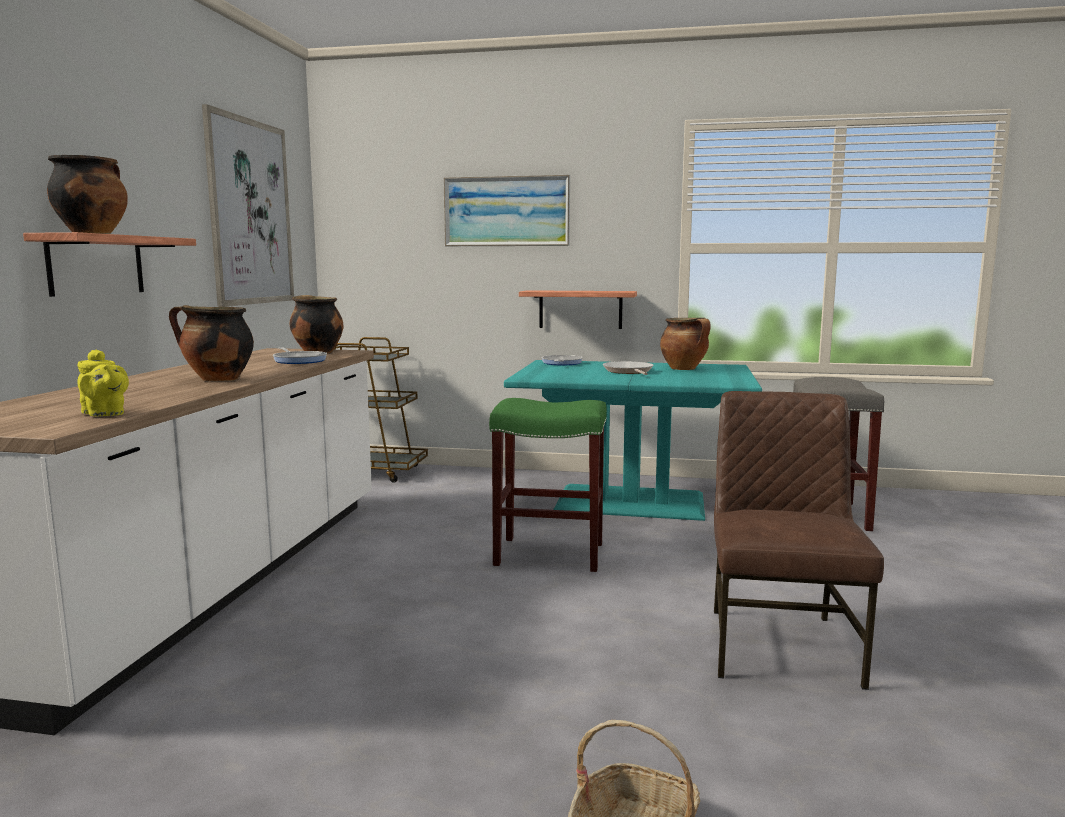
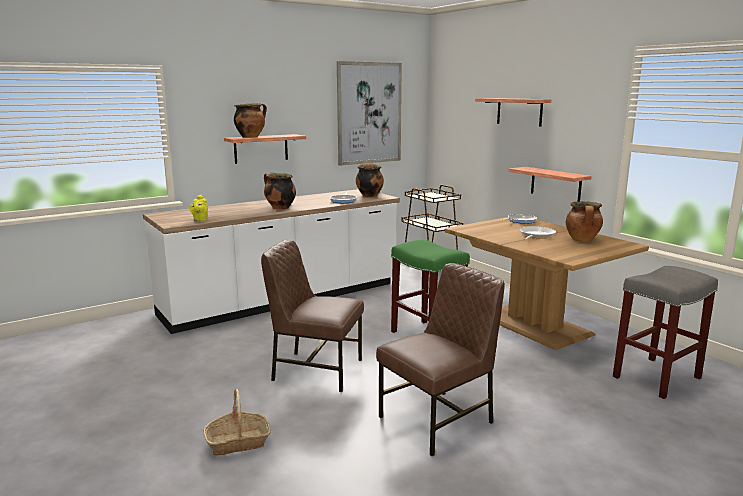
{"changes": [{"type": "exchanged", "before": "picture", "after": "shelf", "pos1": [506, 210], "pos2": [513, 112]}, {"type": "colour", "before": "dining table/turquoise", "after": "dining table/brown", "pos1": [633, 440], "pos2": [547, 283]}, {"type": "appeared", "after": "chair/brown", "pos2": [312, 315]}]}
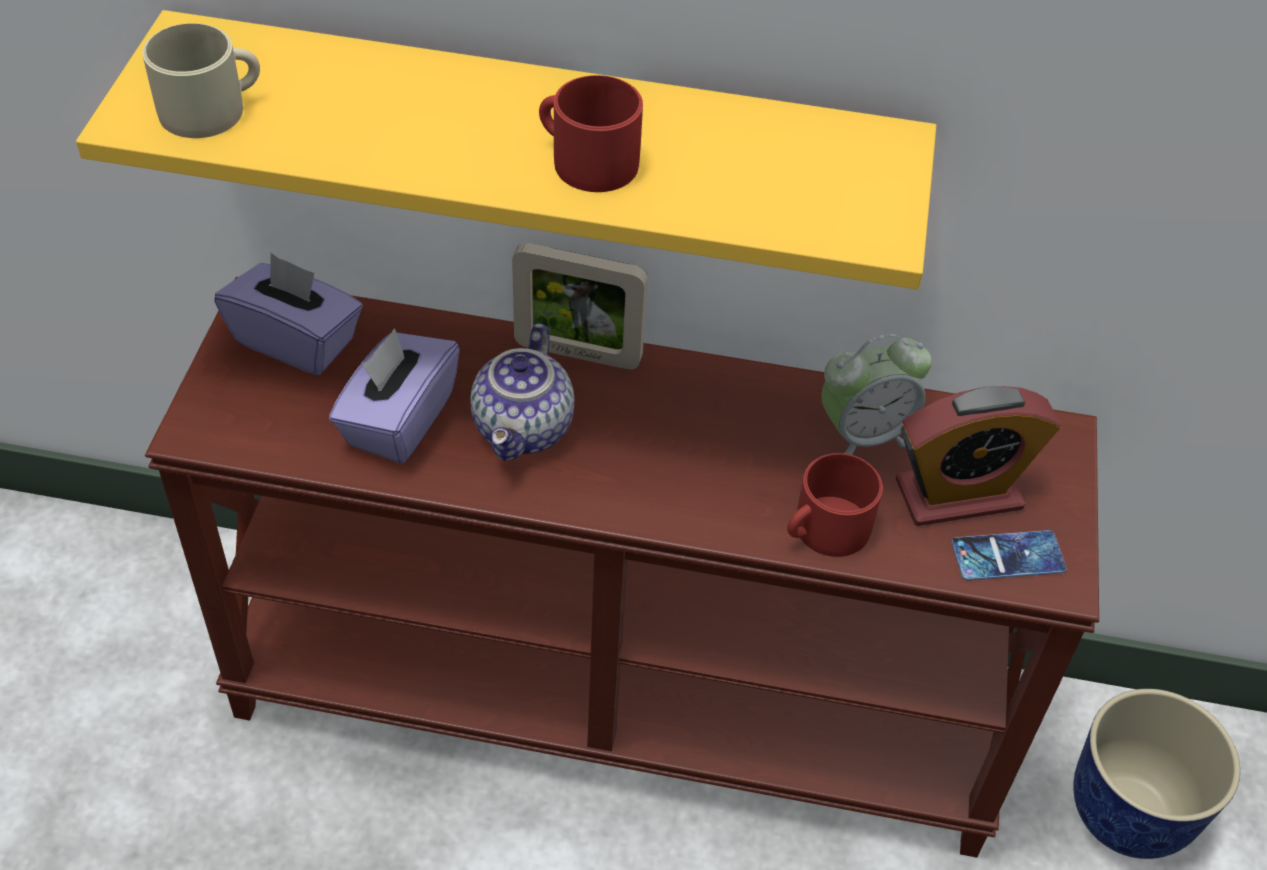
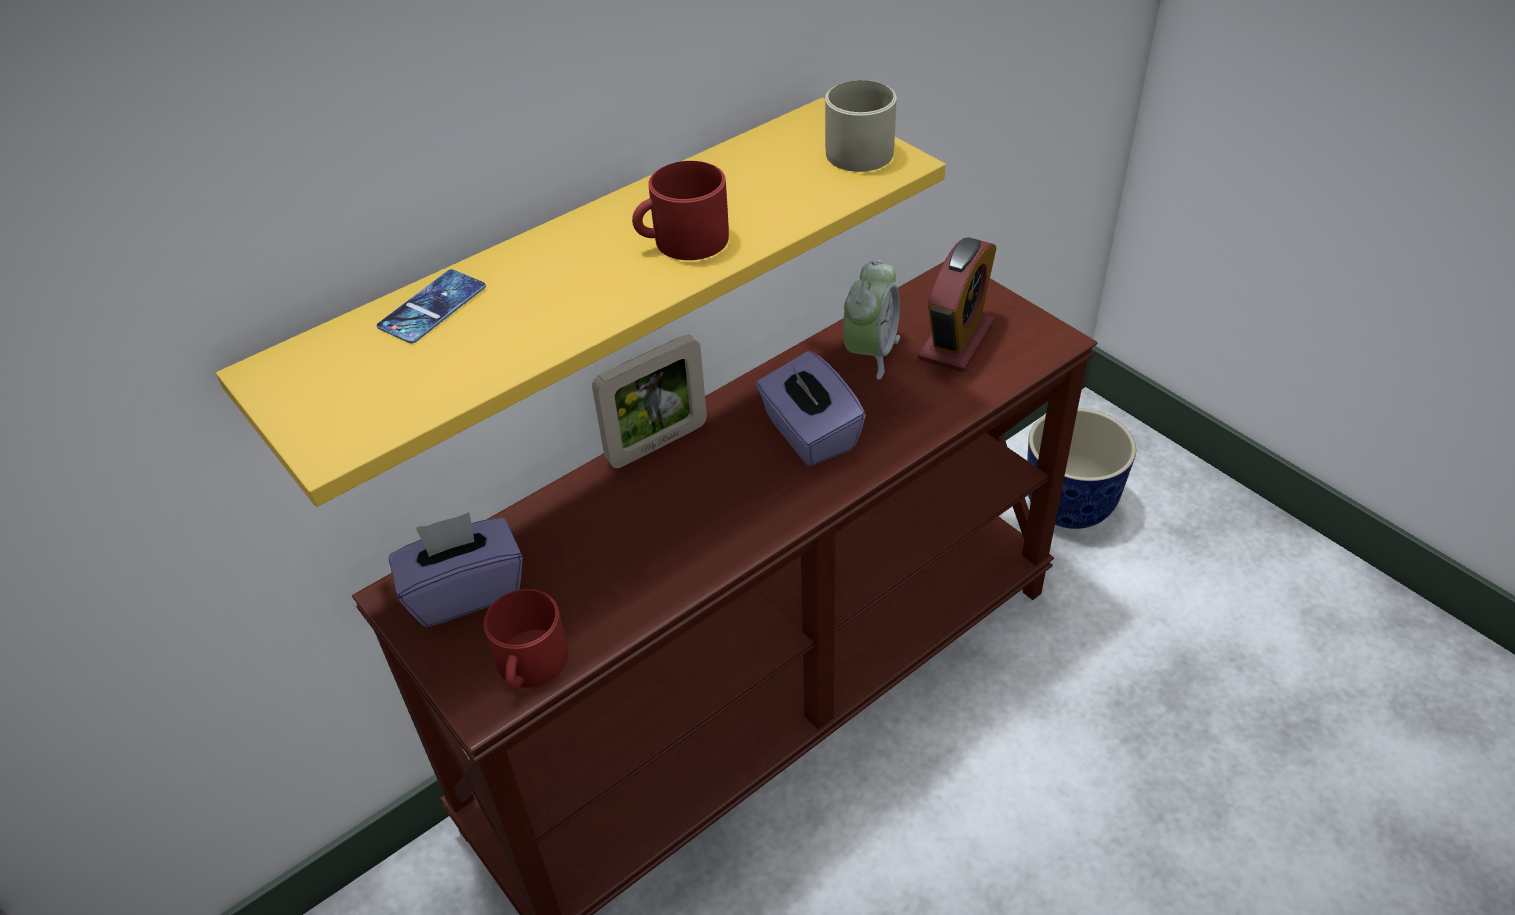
{"changes": [{"type": "relocated", "before": "mug/beige", "pos1": [201, 80], "pos2": [861, 126]}, {"type": "missing", "before": "teapot", "pos1": [522, 392]}, {"type": "relocated", "before": "tissue box/purple", "pos1": [394, 396], "pos2": [811, 408]}, {"type": "relocated", "before": "mug/red", "pos1": [835, 505], "pos2": [526, 639]}, {"type": "relocated", "before": "phone", "pos1": [1009, 555], "pos2": [431, 306]}]}
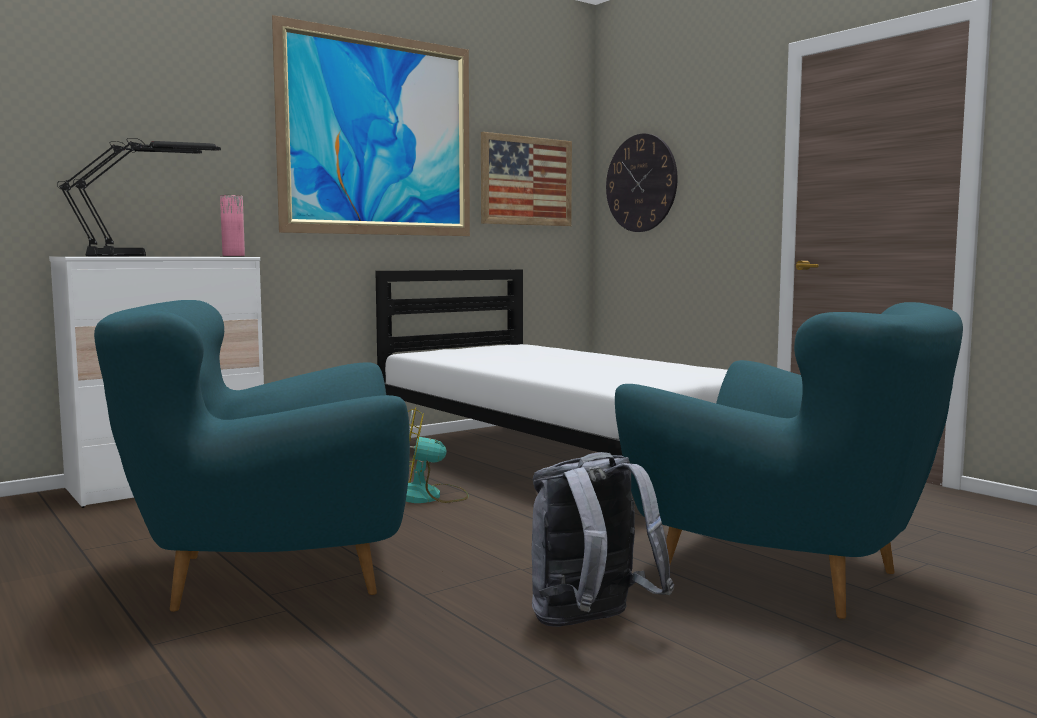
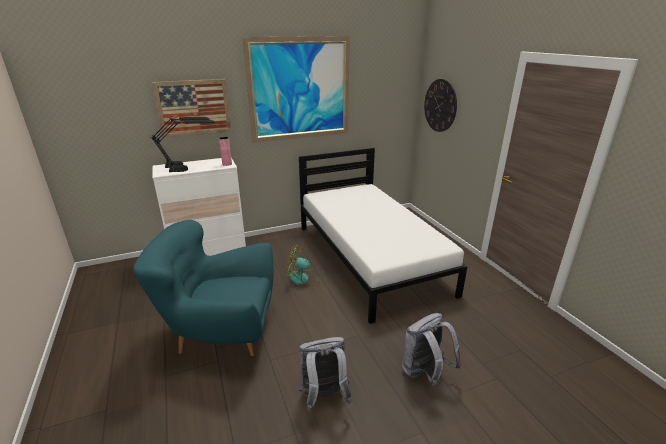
{"changes": [{"type": "relocated", "before": "picture", "pos1": [526, 179], "pos2": [192, 108]}, {"type": "exchanged", "before": "armchair/turquoise", "after": "backpack/grey", "pos1": [789, 460], "pos2": [431, 349]}]}
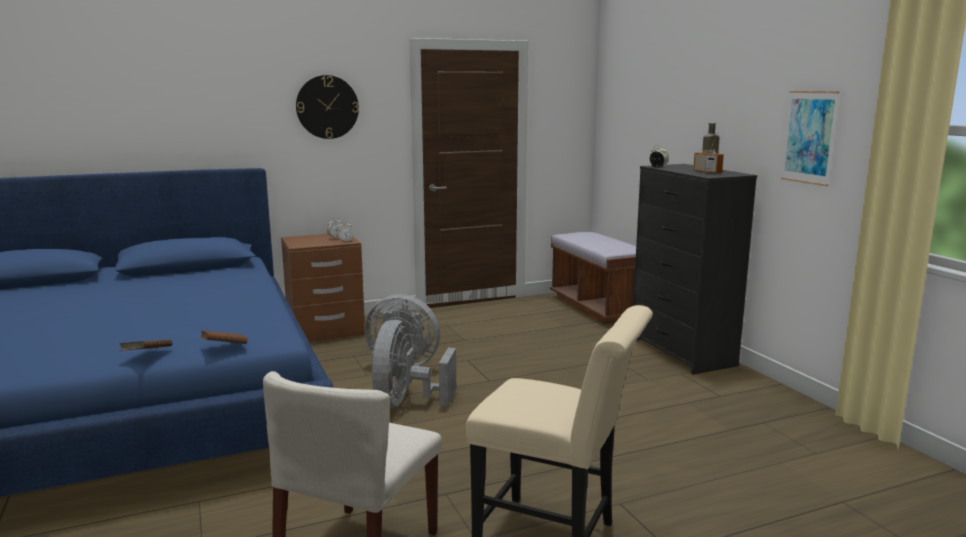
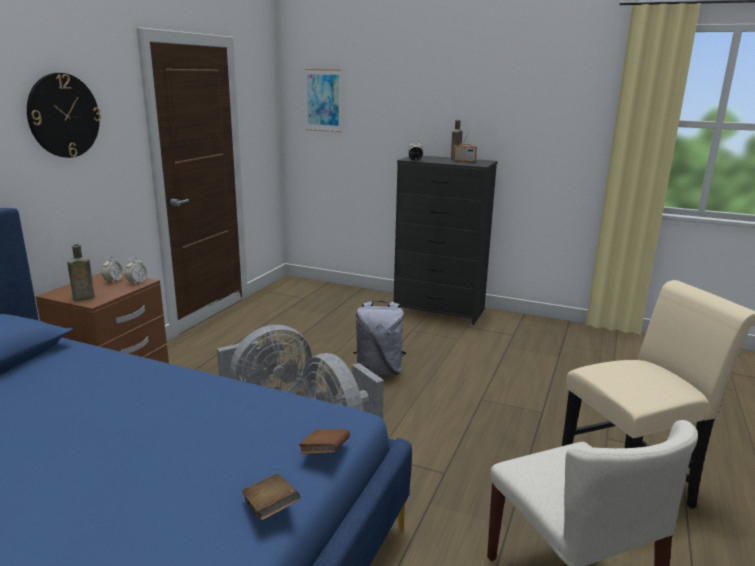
{"changes": [{"type": "relocated", "before": "picture", "pos1": [810, 138], "pos2": [323, 100]}, {"type": "missing", "before": "bench/brown", "pos1": [593, 278]}, {"type": "appeared", "after": "bottle/brown", "pos2": [81, 272]}, {"type": "appeared", "after": "backpack/grey", "pos2": [380, 338]}]}
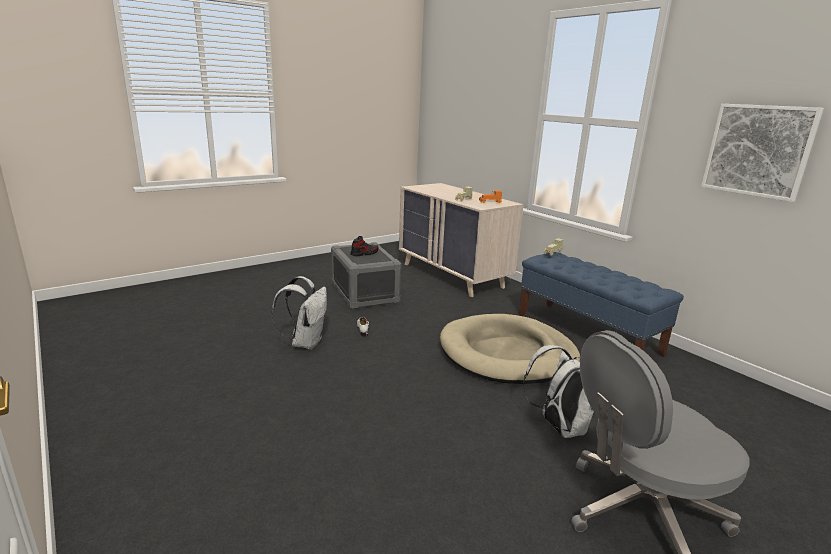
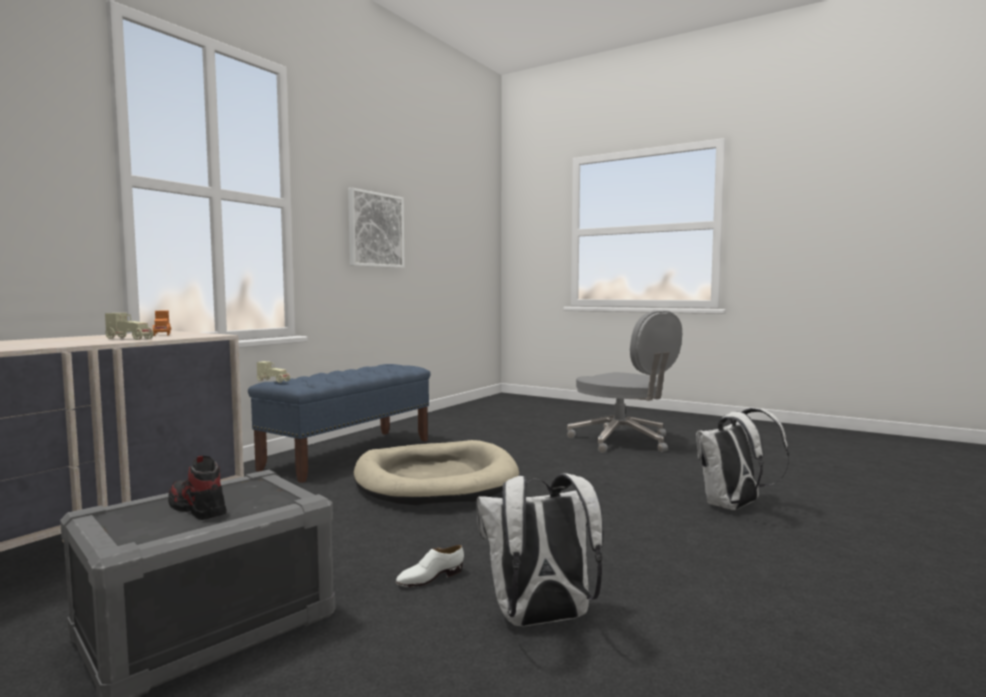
{"changes": [{"type": "relocated", "before": "backpack/white", "pos1": [558, 391], "pos2": [742, 459]}]}
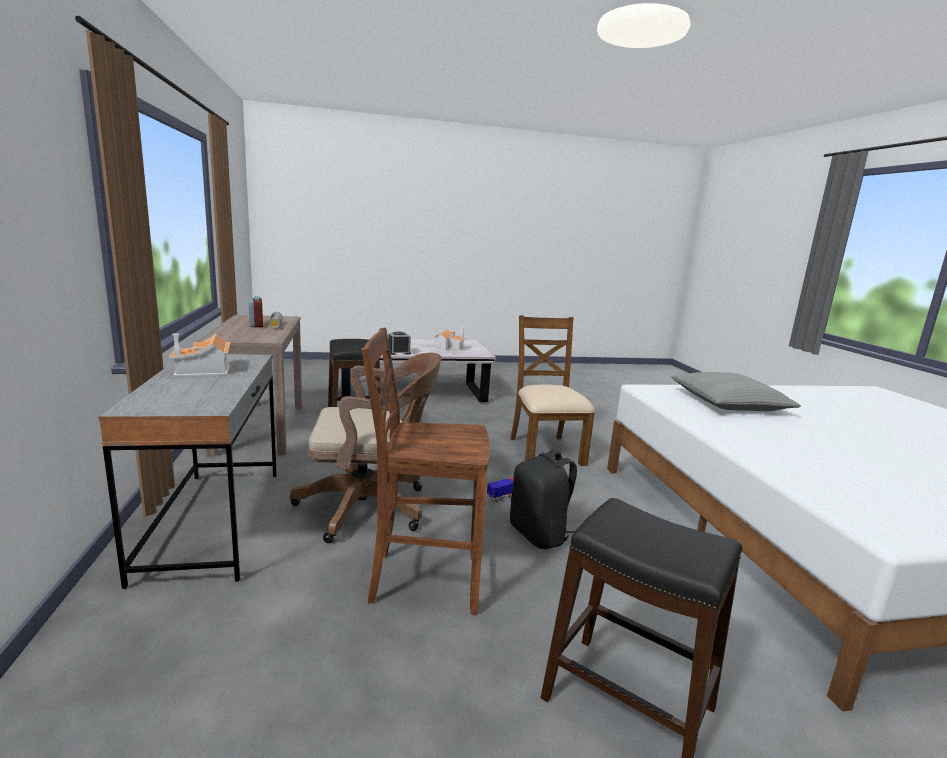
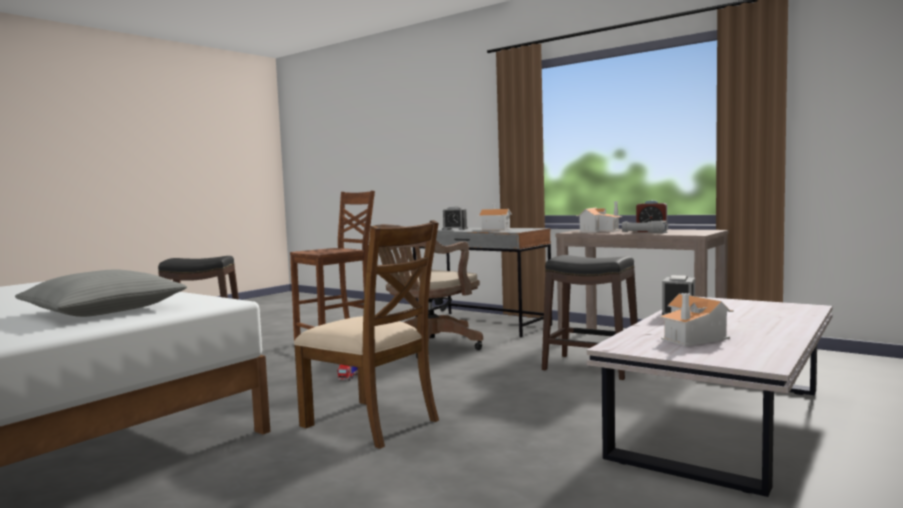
{"changes": [{"type": "missing", "before": "backpack/black", "pos1": [543, 499]}, {"type": "appeared", "after": "toy house", "pos2": [599, 216]}, {"type": "appeared", "after": "alarm clock", "pos2": [455, 218]}]}
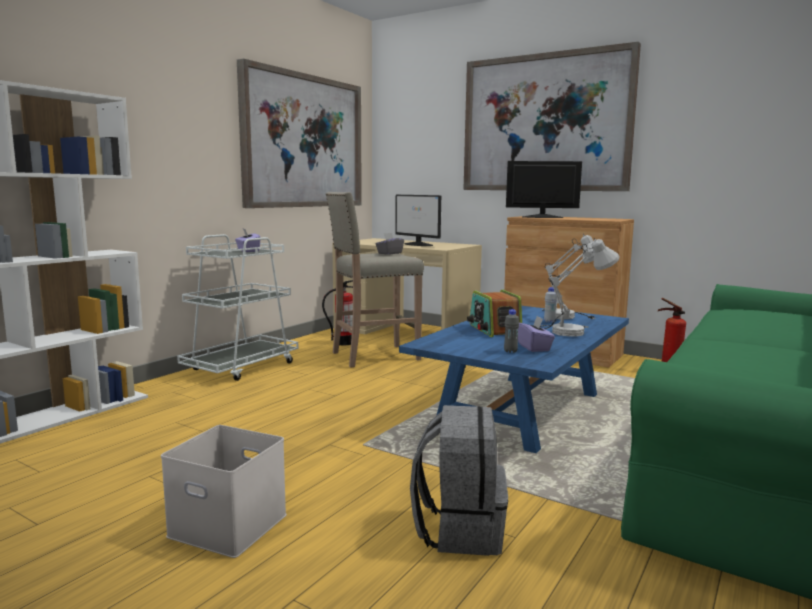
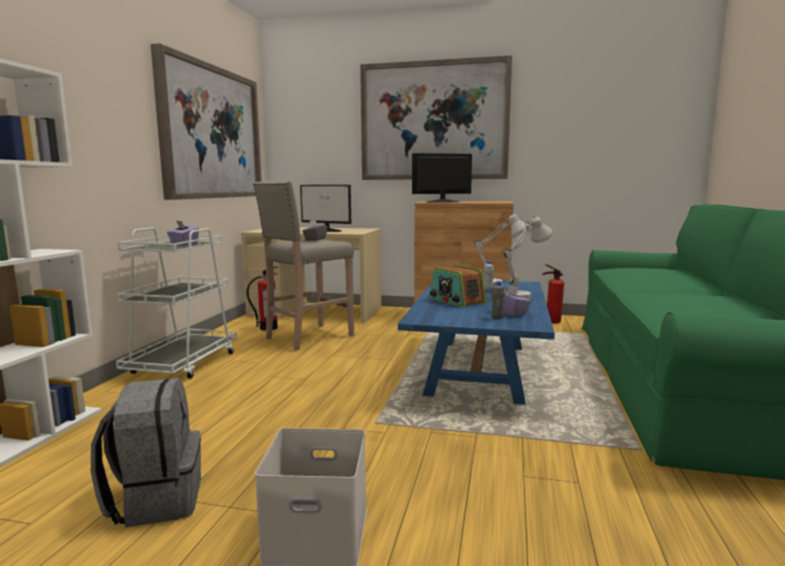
{"changes": [{"type": "relocated", "before": "backpack/grey", "pos1": [459, 480], "pos2": [146, 452]}]}
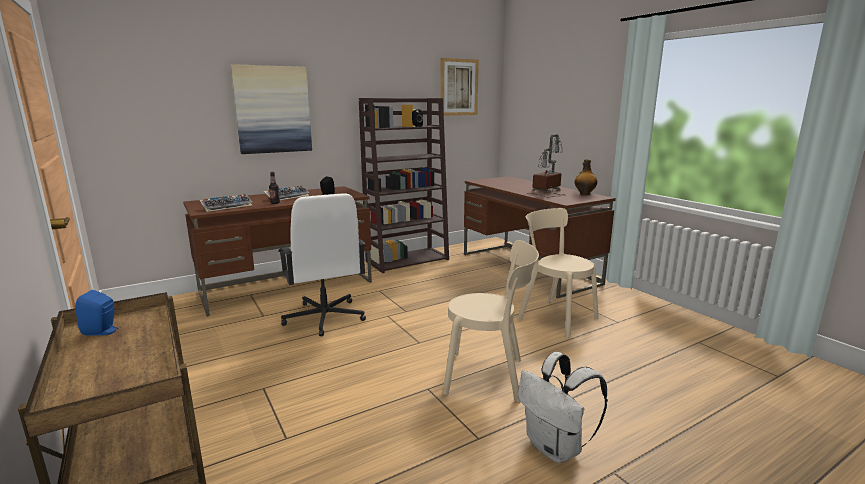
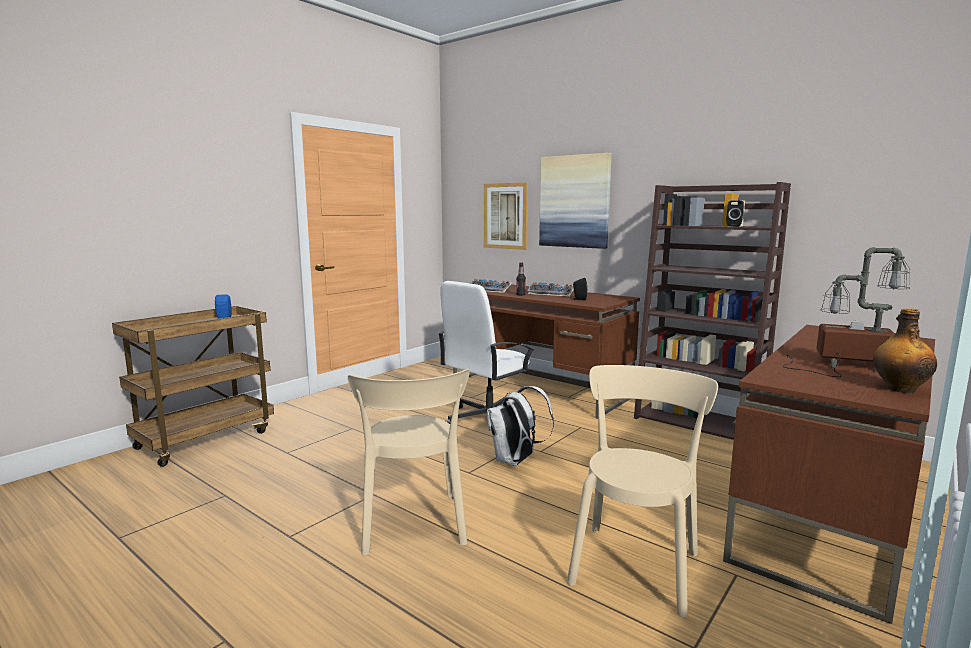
{"changes": [{"type": "relocated", "before": "picture", "pos1": [459, 87], "pos2": [506, 216]}, {"type": "relocated", "before": "backpack/white", "pos1": [563, 407], "pos2": [520, 426]}]}
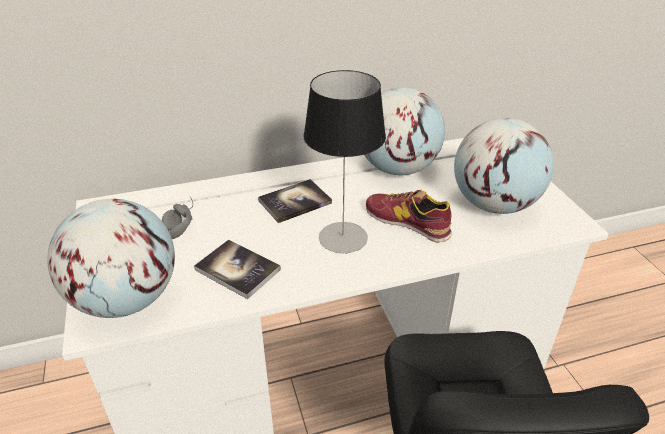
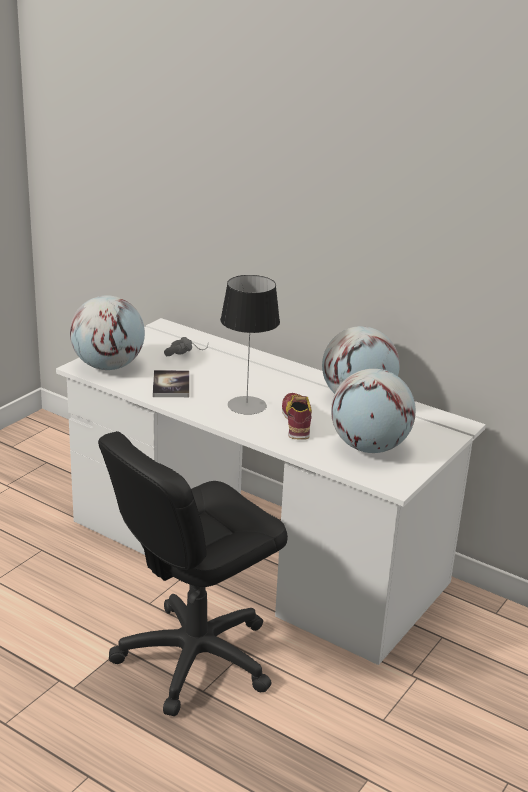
{"changes": [{"type": "missing", "before": "book", "pos1": [295, 201]}]}
